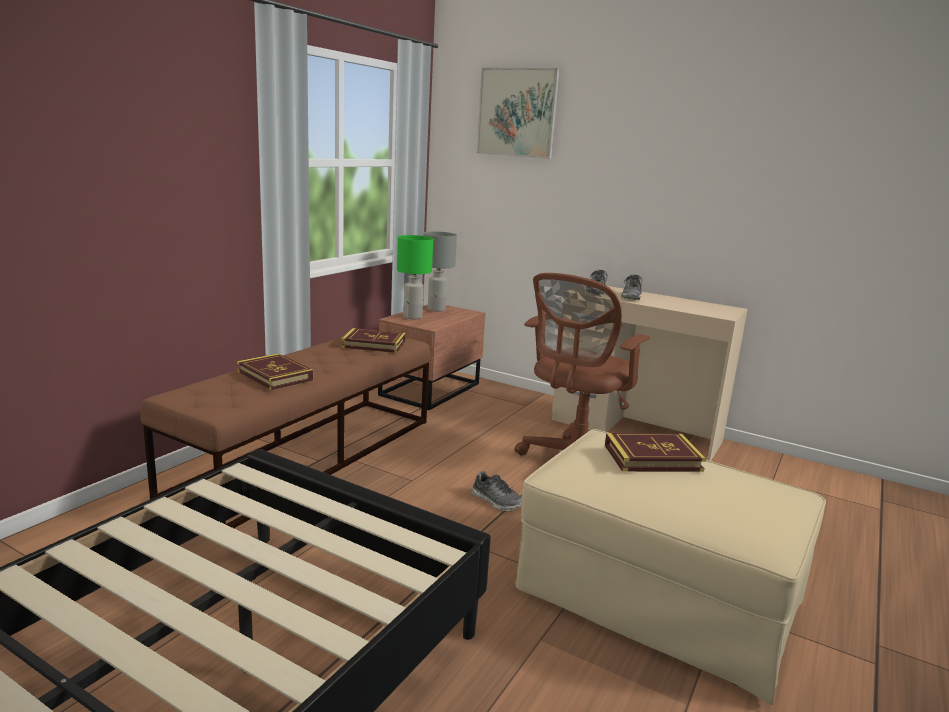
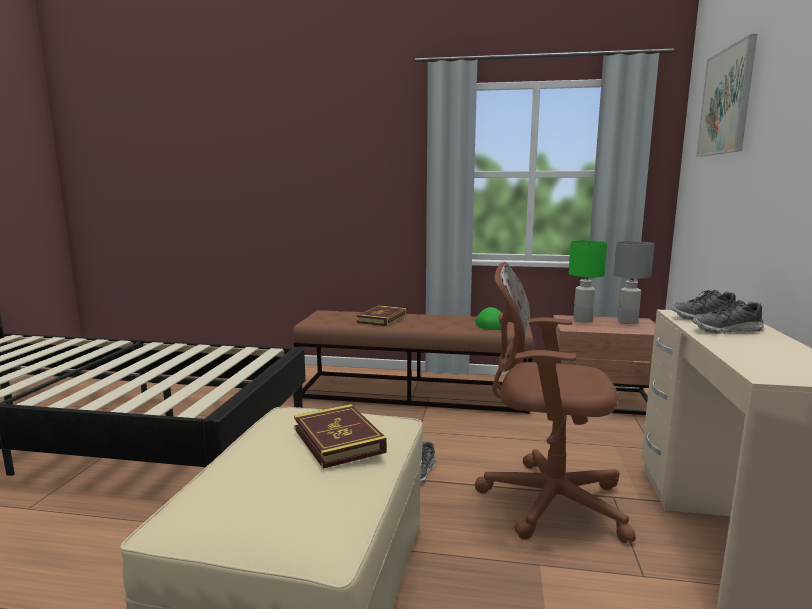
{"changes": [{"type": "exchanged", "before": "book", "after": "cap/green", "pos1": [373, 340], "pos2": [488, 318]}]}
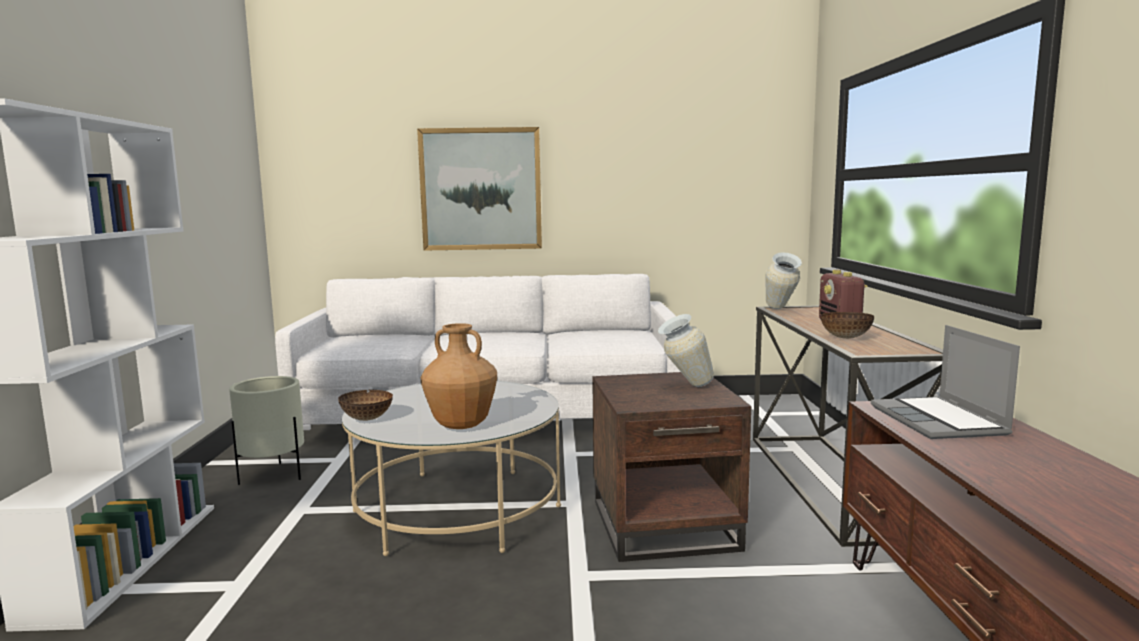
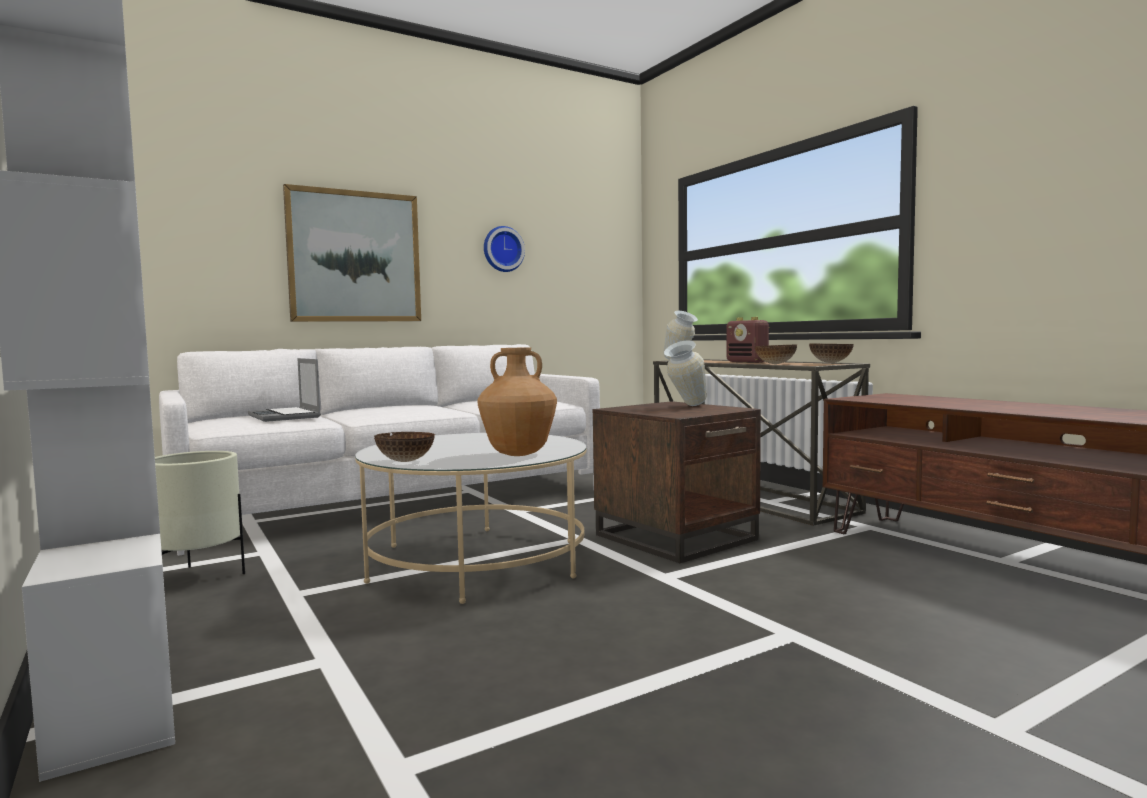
{"changes": [{"type": "relocated", "before": "laptop", "pos1": [945, 382], "pos2": [284, 390]}, {"type": "appeared", "after": "wall clock", "pos2": [504, 249]}, {"type": "appeared", "after": "bowl", "pos2": [831, 353]}]}
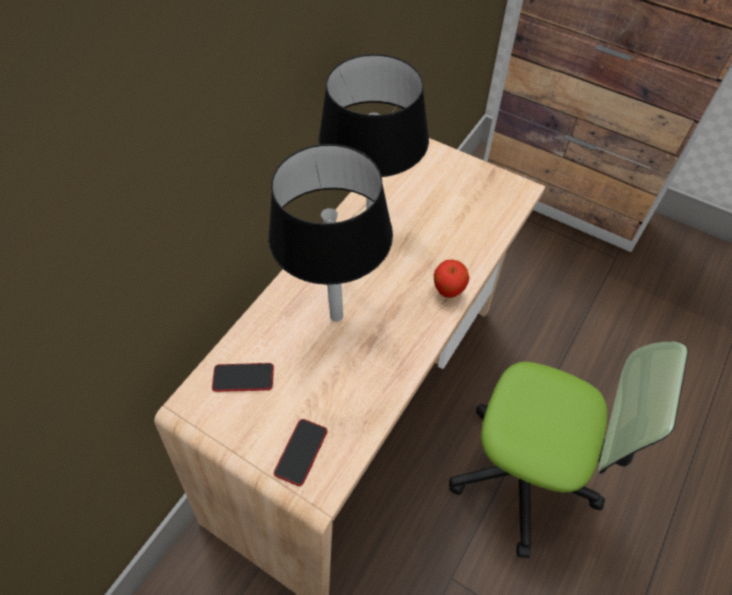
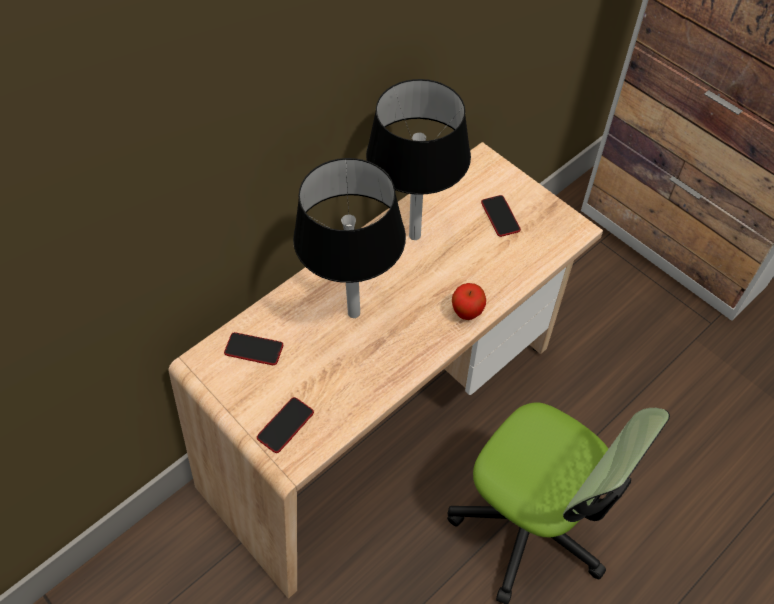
{"changes": [{"type": "appeared", "after": "phone", "pos2": [501, 216]}]}
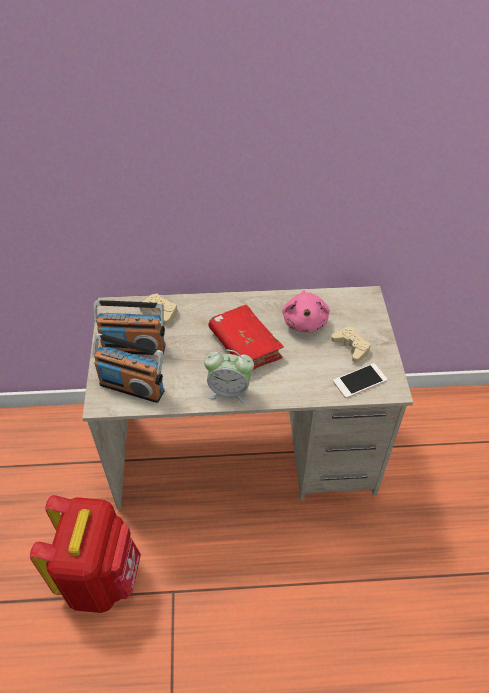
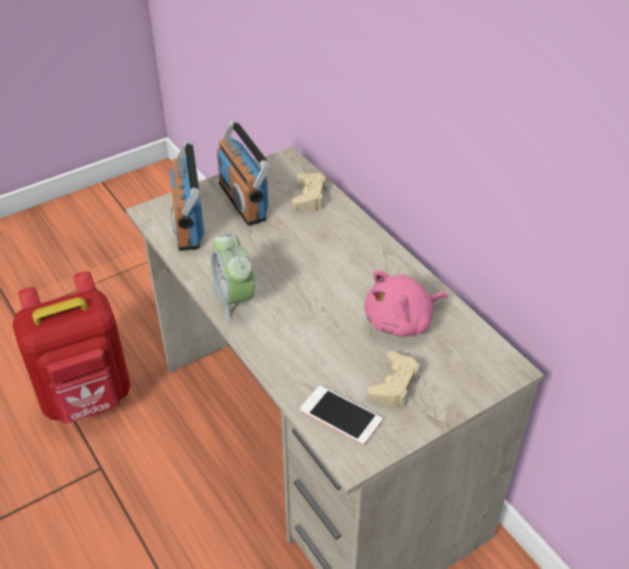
{"changes": [{"type": "missing", "before": "book/red", "pos1": [246, 337]}]}
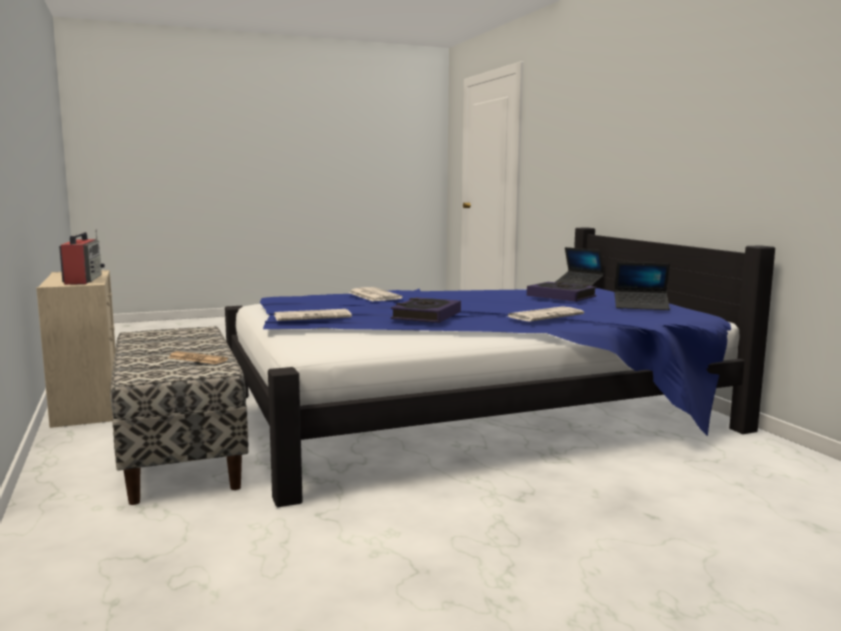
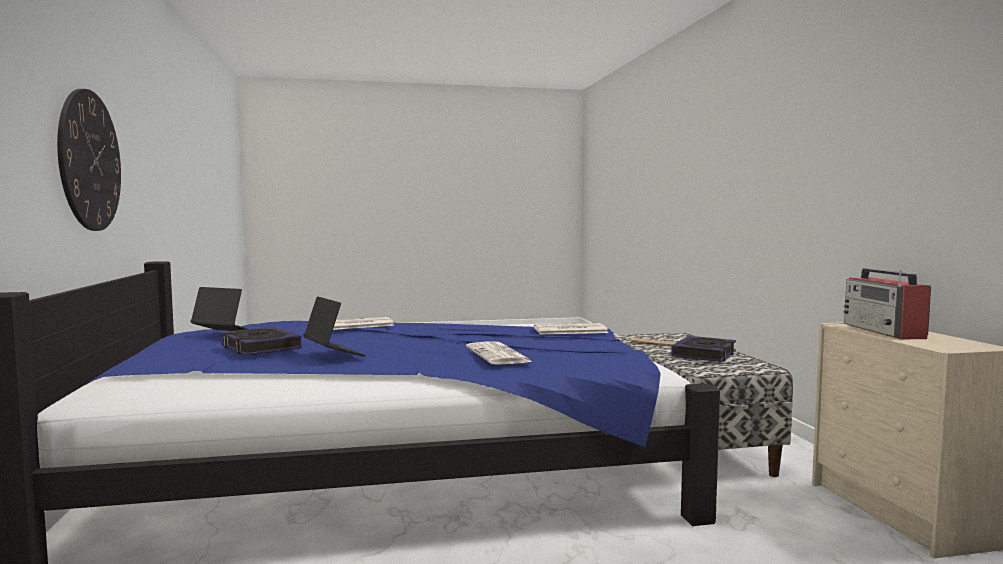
{"changes": [{"type": "relocated", "before": "laptop", "pos1": [580, 266], "pos2": [334, 326]}, {"type": "relocated", "before": "book", "pos1": [426, 310], "pos2": [703, 349]}, {"type": "appeared", "after": "wall clock", "pos2": [89, 160]}]}
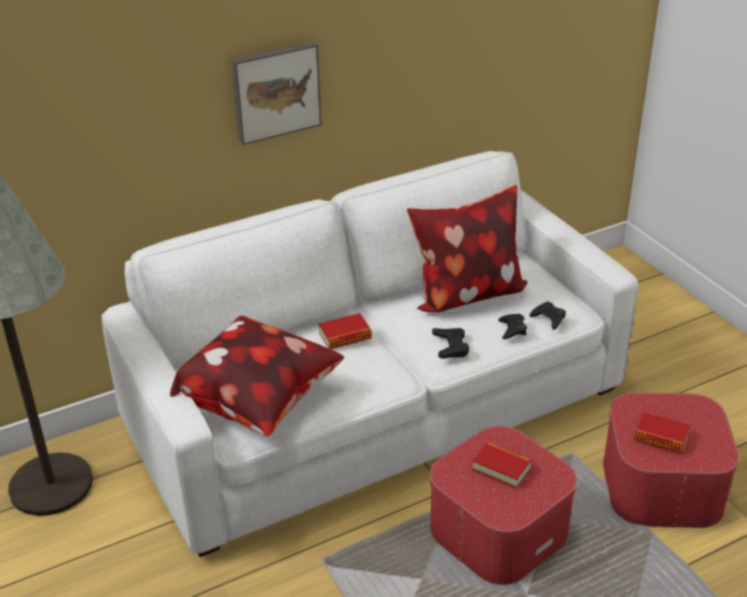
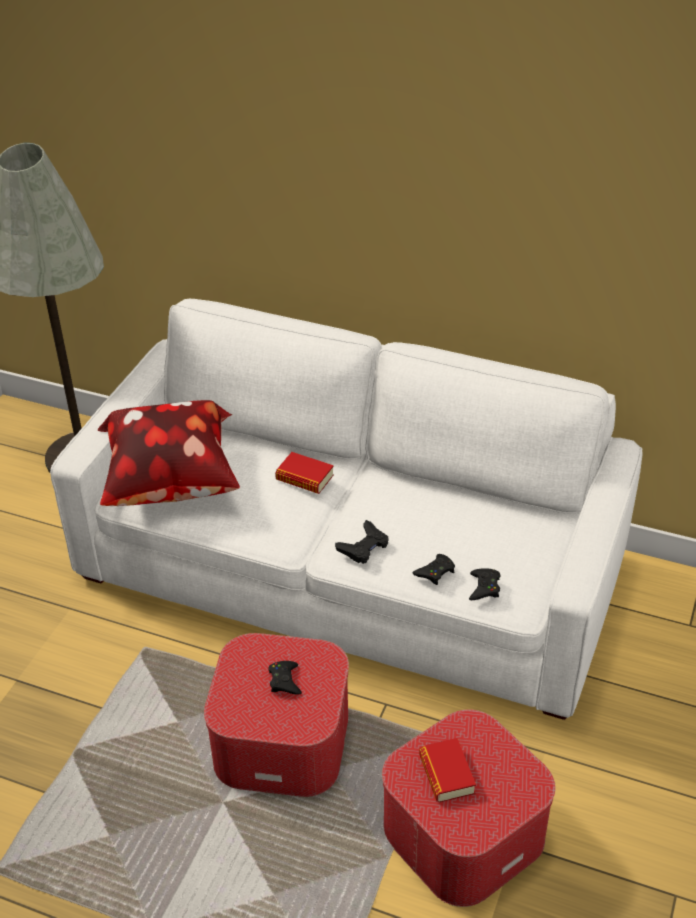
{"changes": [{"type": "missing", "before": "picture", "pos1": [276, 93]}, {"type": "missing", "before": "pillow", "pos1": [467, 248]}, {"type": "exchanged", "before": "book", "after": "game controller/black", "pos1": [502, 465], "pos2": [285, 678]}]}
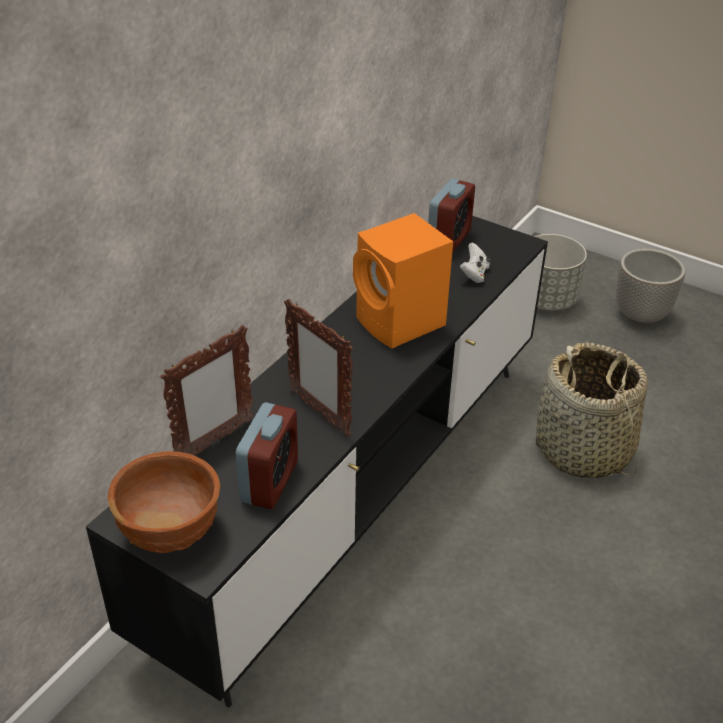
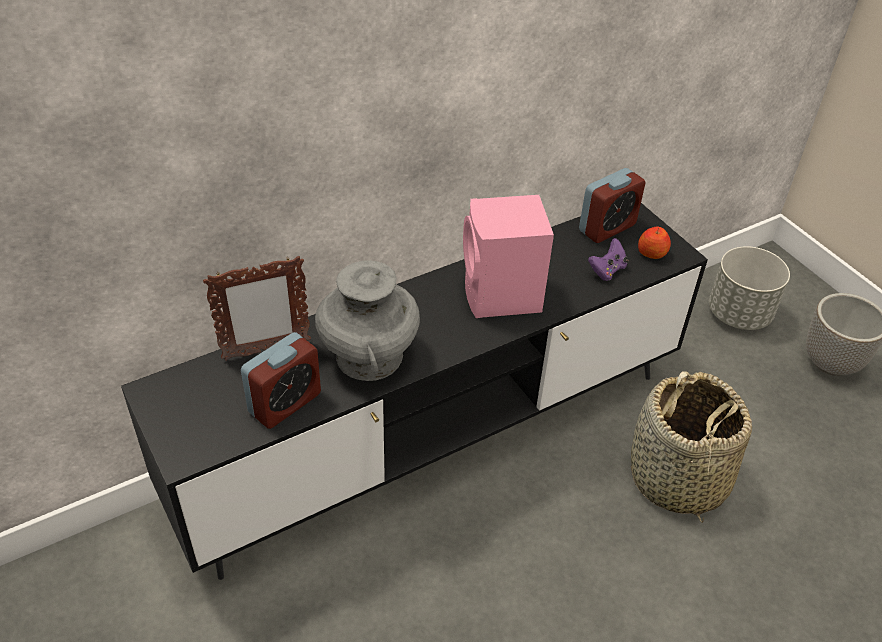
{"changes": [{"type": "colour", "before": "speaker/orange", "after": "speaker/pink", "pos1": [403, 280], "pos2": [508, 256]}, {"type": "colour", "before": "game controller/white", "after": "game controller/purple", "pos1": [475, 263], "pos2": [608, 259]}, {"type": "exchanged", "before": "picture frame", "after": "vase/grey", "pos1": [318, 368], "pos2": [367, 320]}, {"type": "missing", "before": "bowl/brown", "pos1": [164, 502]}, {"type": "appeared", "after": "apple", "pos2": [654, 243]}]}
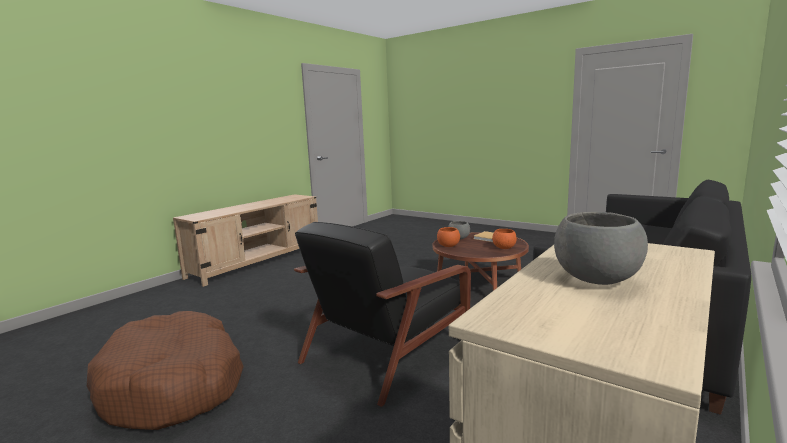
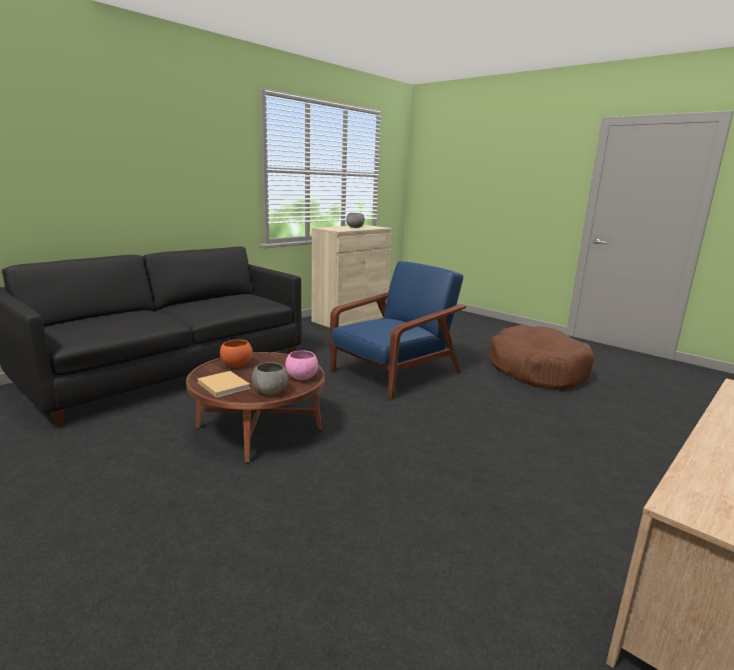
{"changes": [{"type": "colour", "before": "armchair/black", "after": "armchair/blue", "pos1": [382, 314], "pos2": [398, 330]}, {"type": "colour", "before": "bowl/orange", "after": "bowl/pink", "pos1": [448, 237], "pos2": [301, 365]}]}
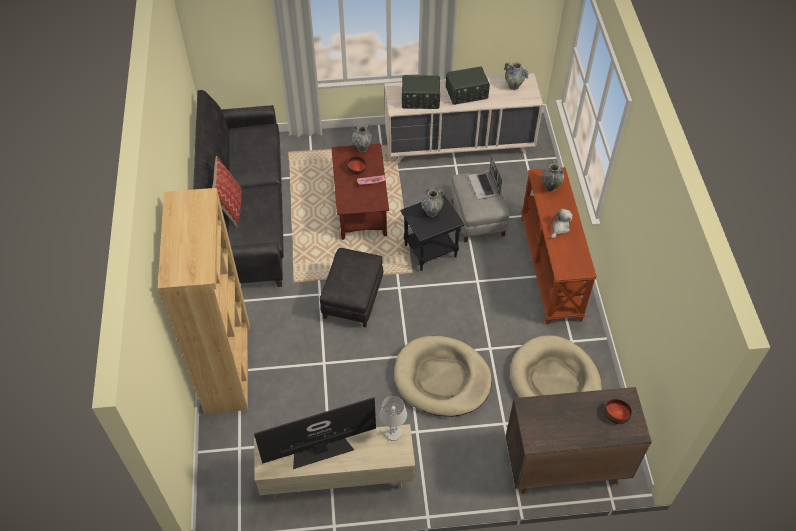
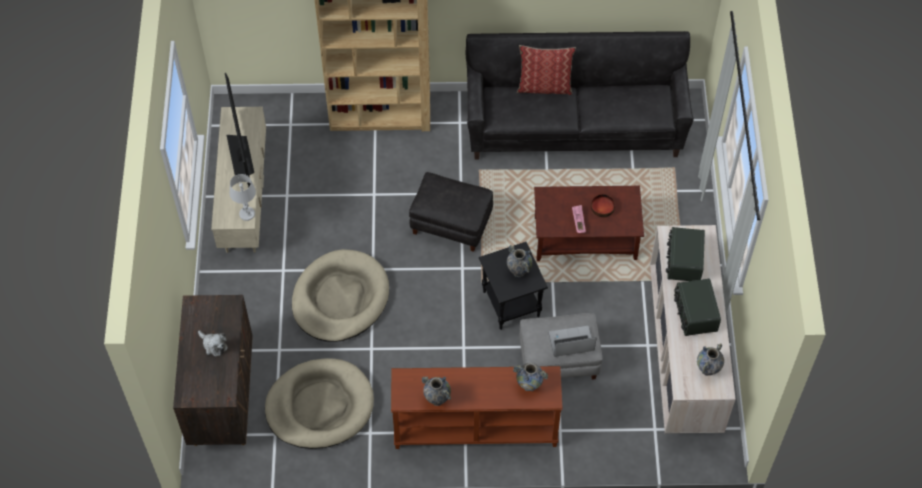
{"changes": [{"type": "relocated", "before": "vase", "pos1": [362, 137], "pos2": [436, 391]}, {"type": "relocated", "before": "plush toy", "pos1": [562, 223], "pos2": [213, 343]}, {"type": "missing", "before": "bowl", "pos1": [618, 411]}]}
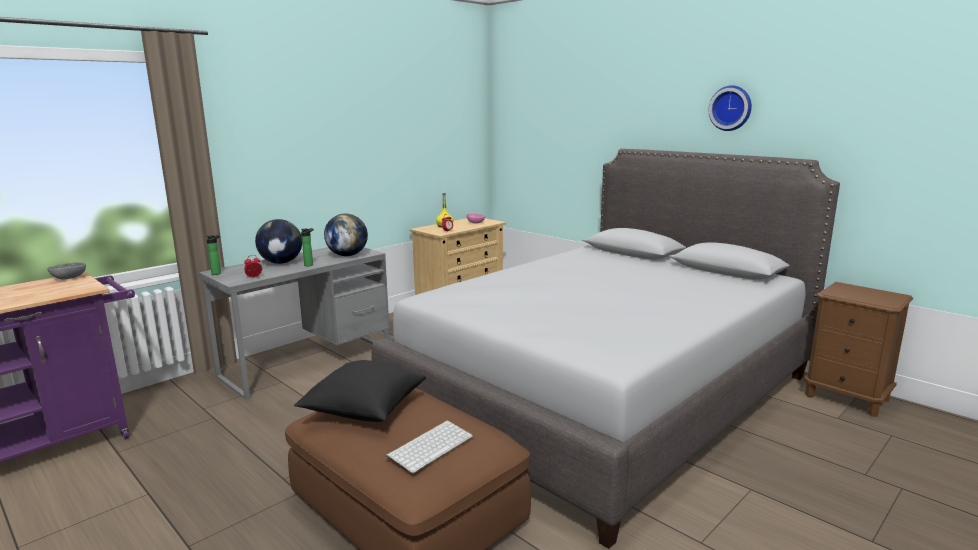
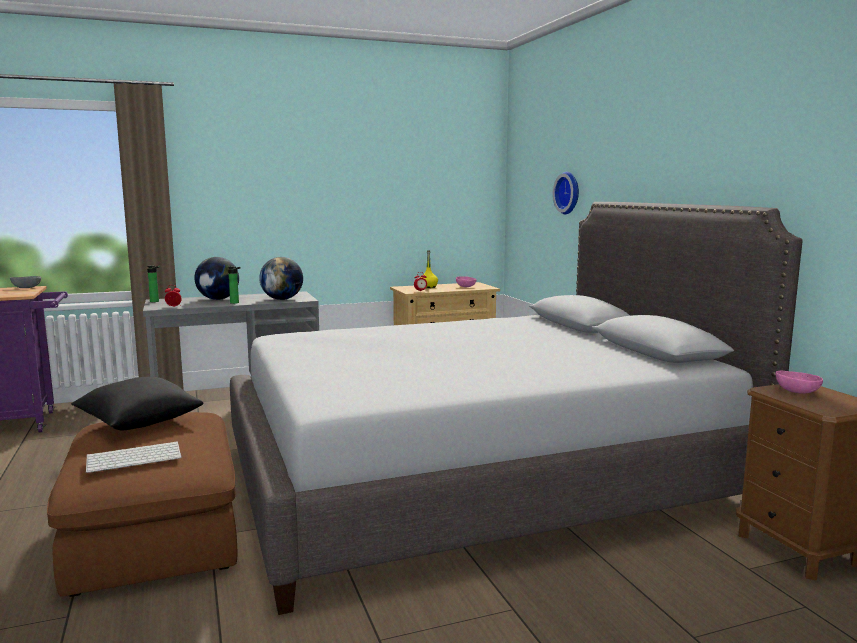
{"changes": [{"type": "relocated", "before": "wall clock", "pos1": [730, 108], "pos2": [566, 193]}, {"type": "appeared", "after": "bowl/pink", "pos2": [799, 382]}]}
